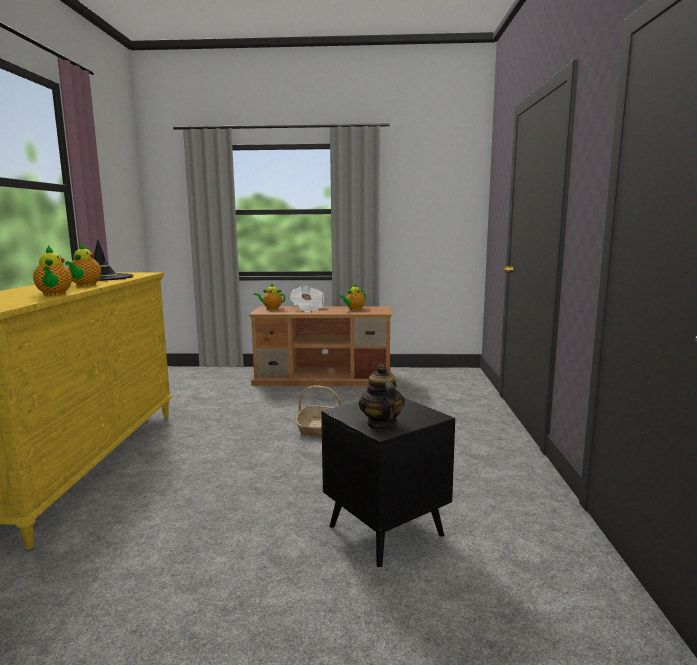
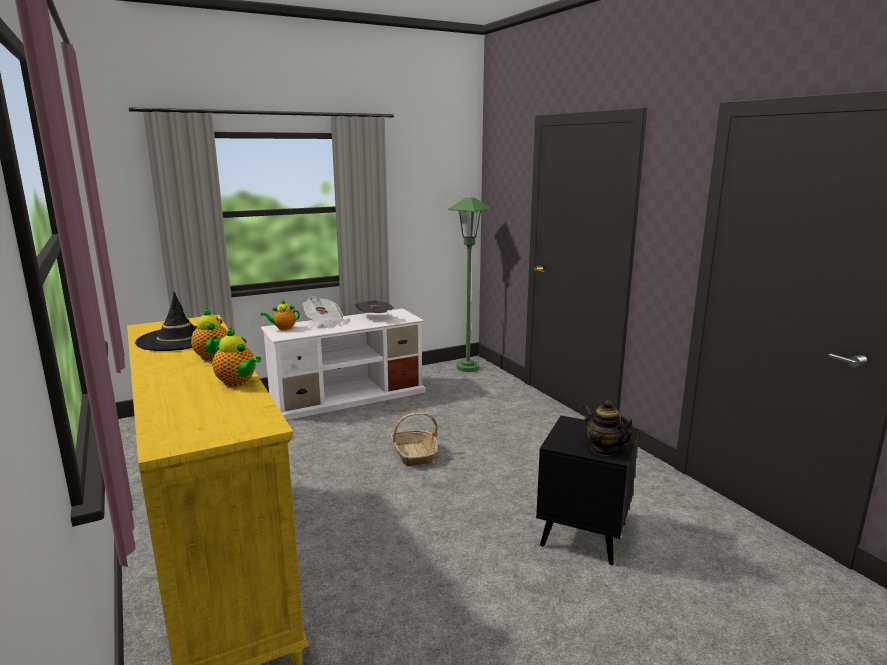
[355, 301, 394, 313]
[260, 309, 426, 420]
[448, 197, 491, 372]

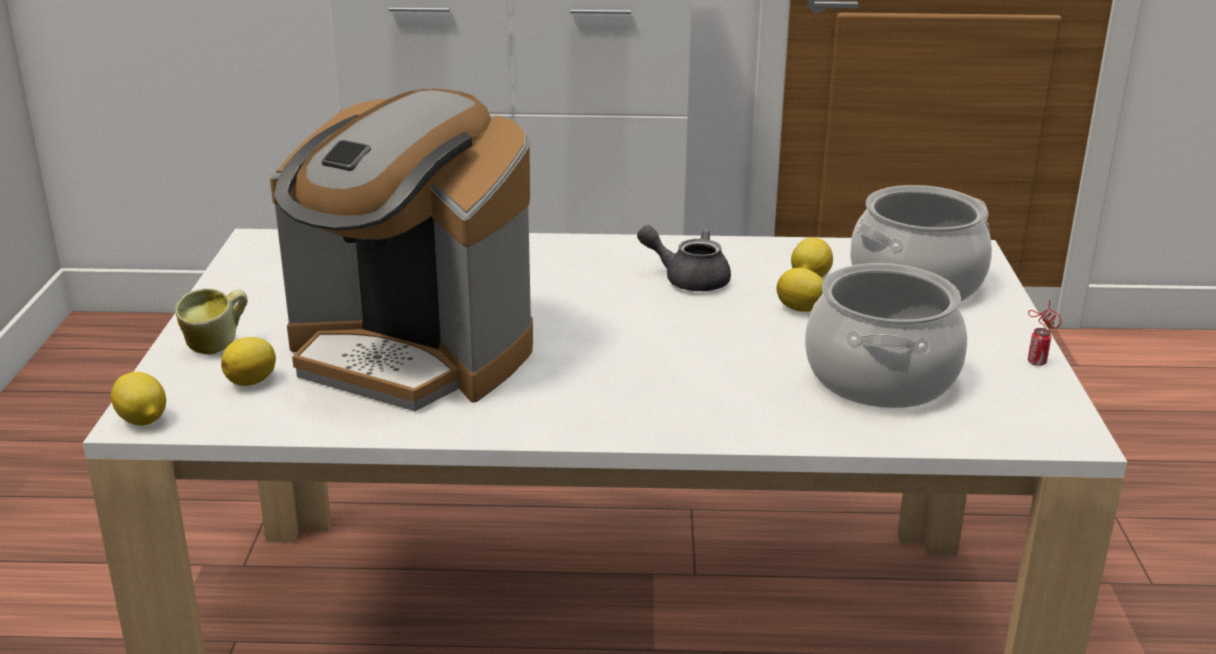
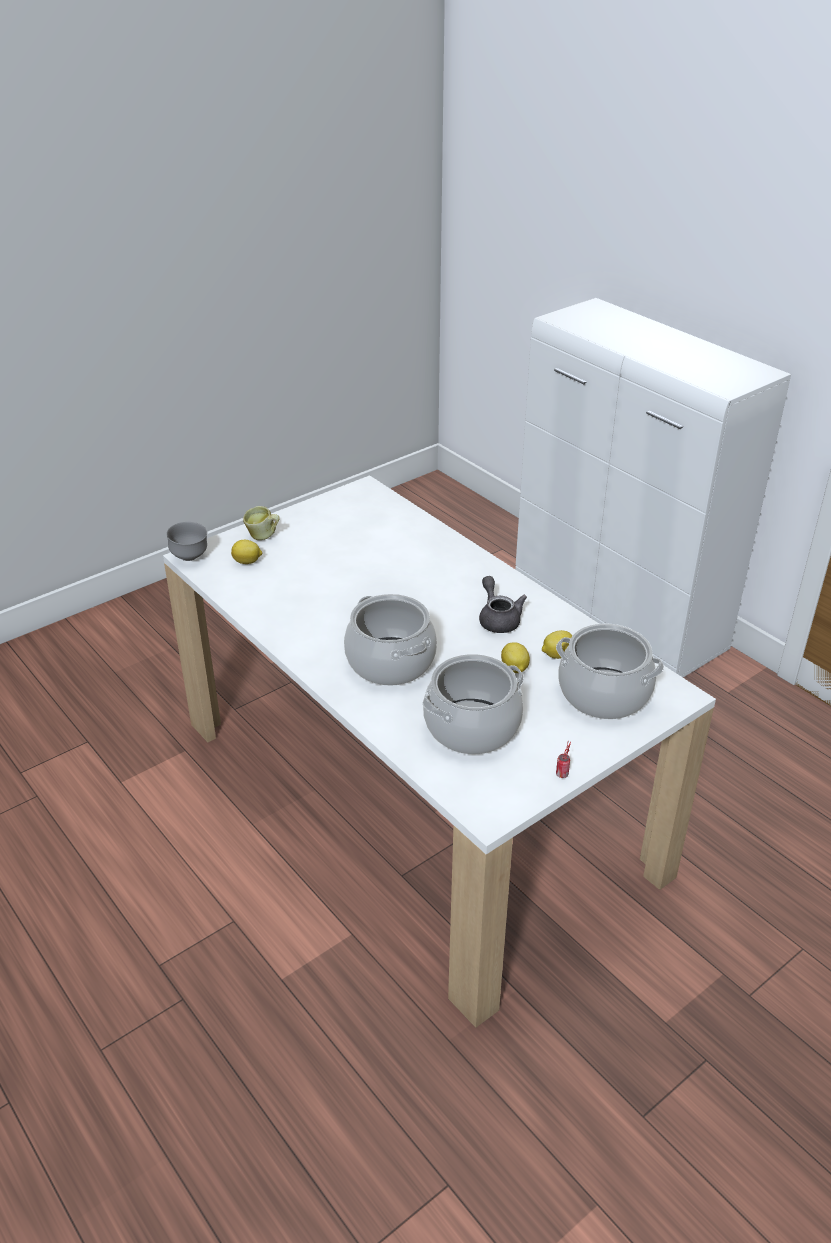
[270, 89, 533, 411] (first image)
[166, 522, 207, 561]
[344, 594, 437, 686]

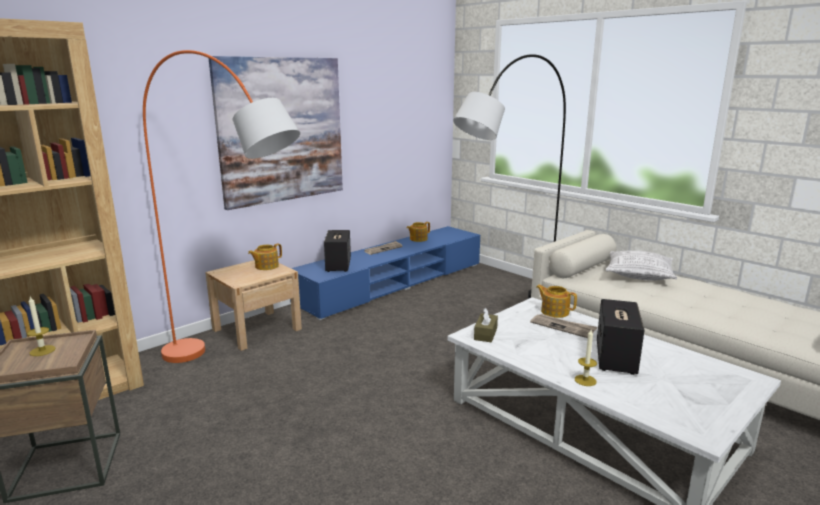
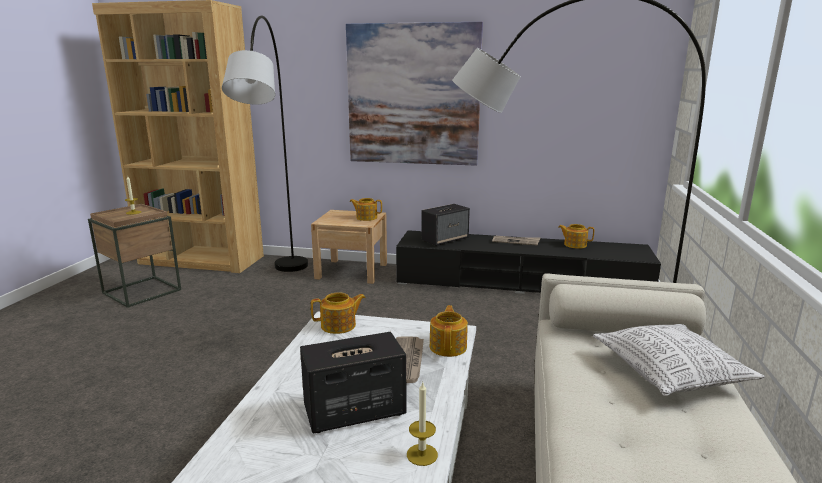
[222, 16, 308, 272]
[396, 230, 661, 294]
[311, 293, 366, 334]
[407, 382, 438, 466]

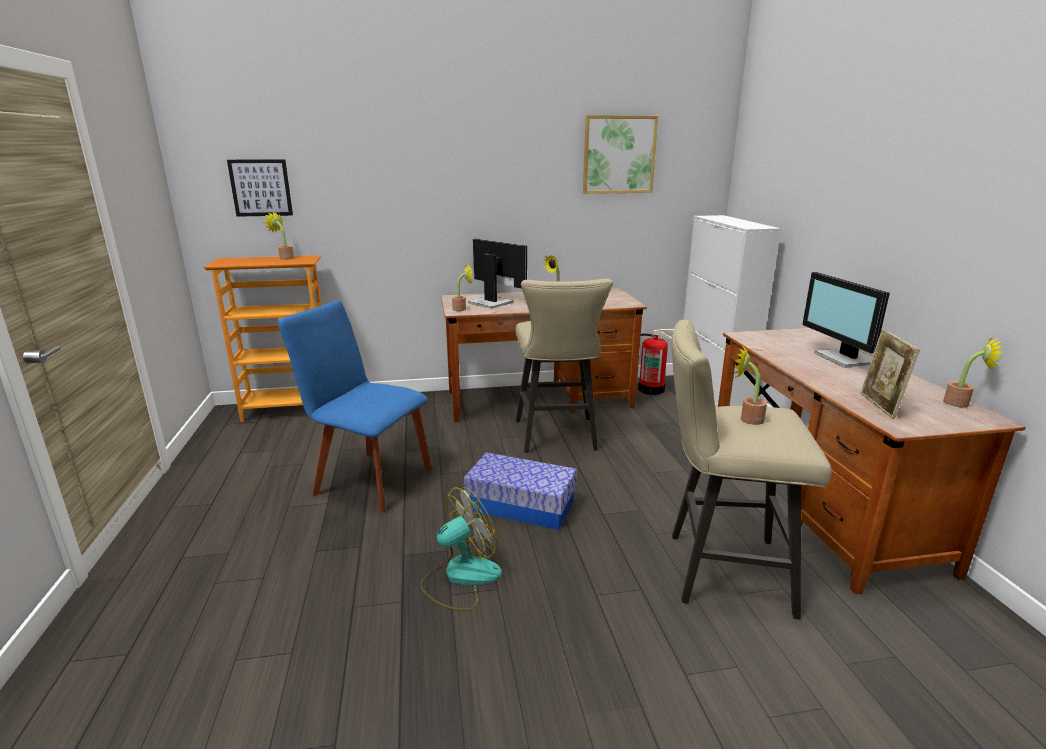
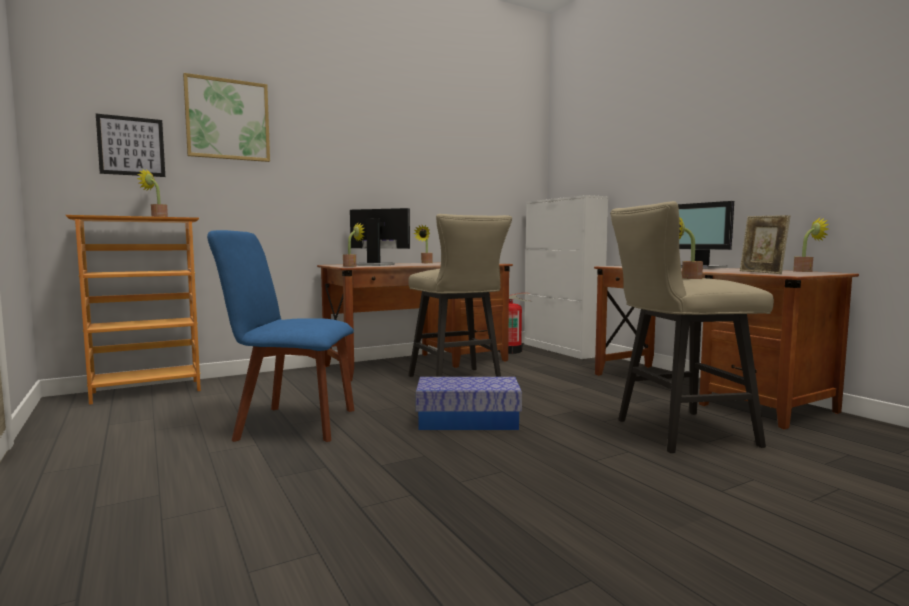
[183, 73, 270, 162]
[420, 487, 502, 611] (first image)

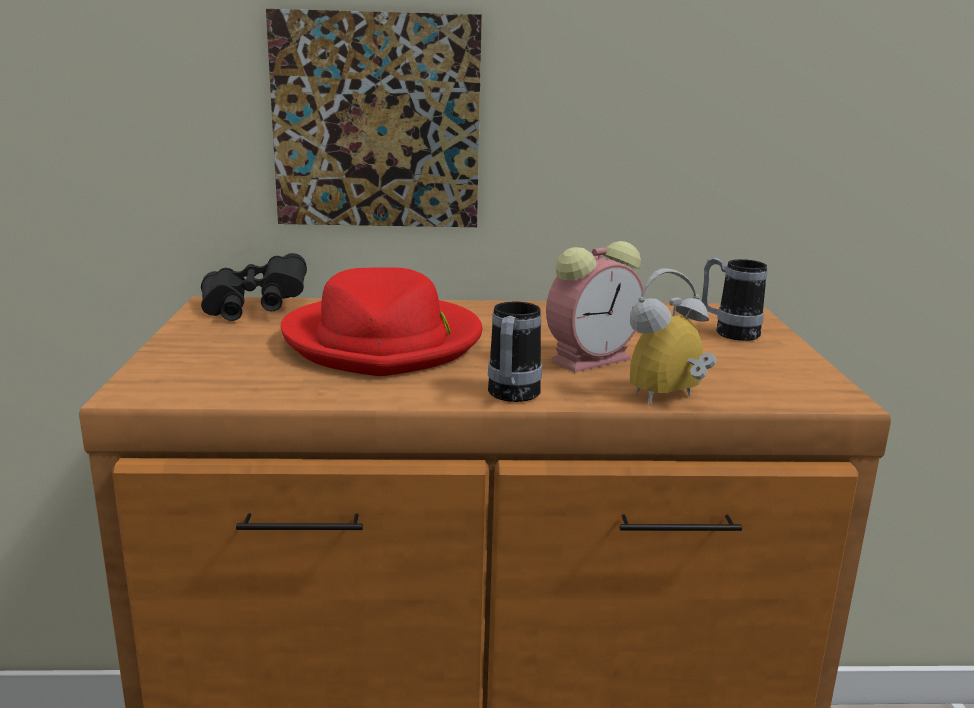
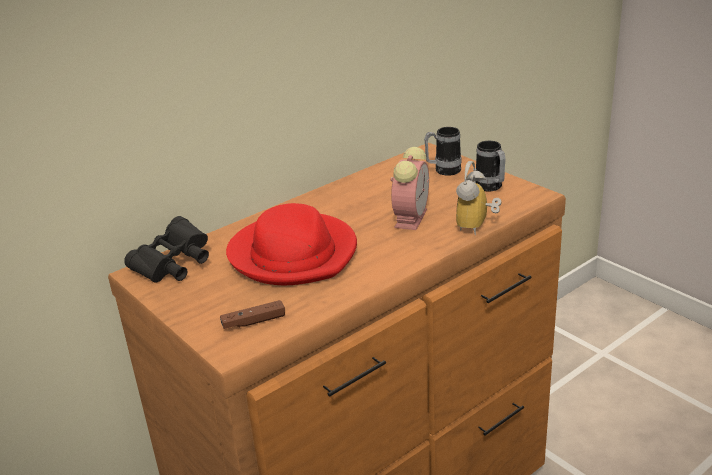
[266, 9, 482, 227] (first image)
[476, 141, 506, 192]
[220, 300, 285, 329]

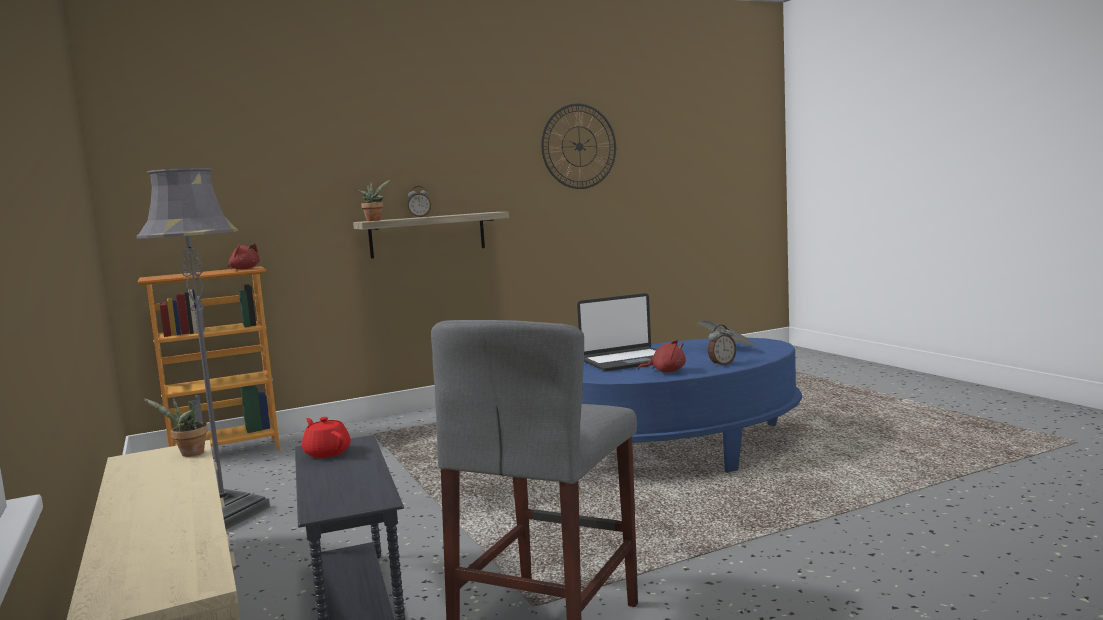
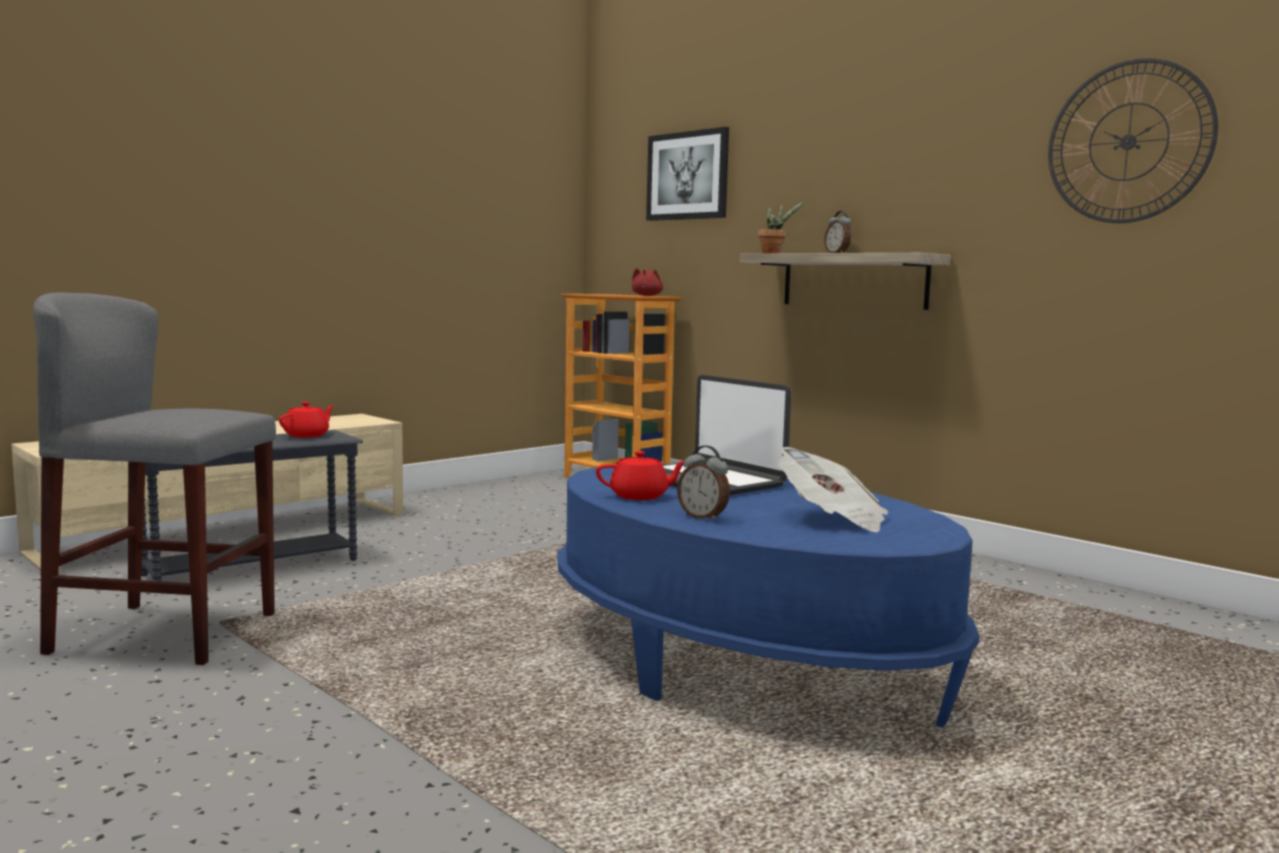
[137, 168, 270, 530] (first image)
[596, 451, 684, 500]
[143, 396, 208, 457] (first image)
[646, 127, 729, 221]

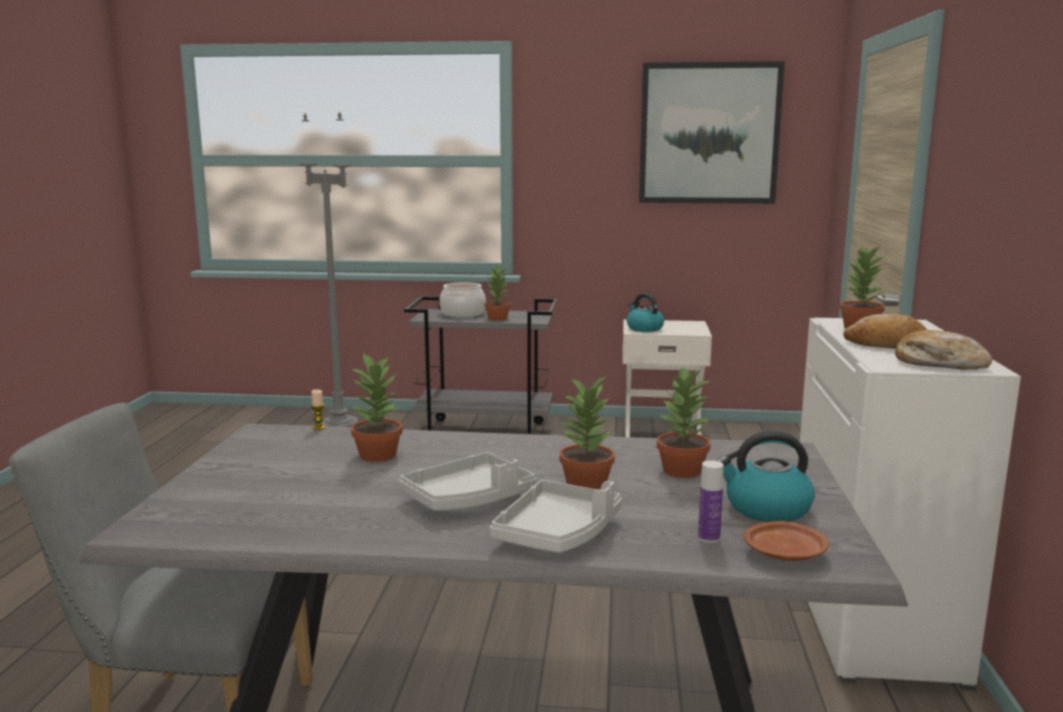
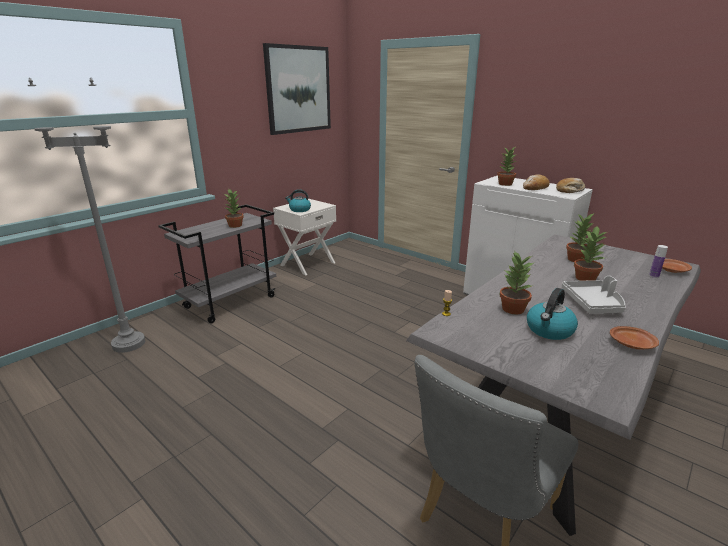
[439, 282, 486, 317] (first image)
[527, 288, 578, 340]
[490, 480, 622, 553] (first image)
[610, 326, 659, 350]

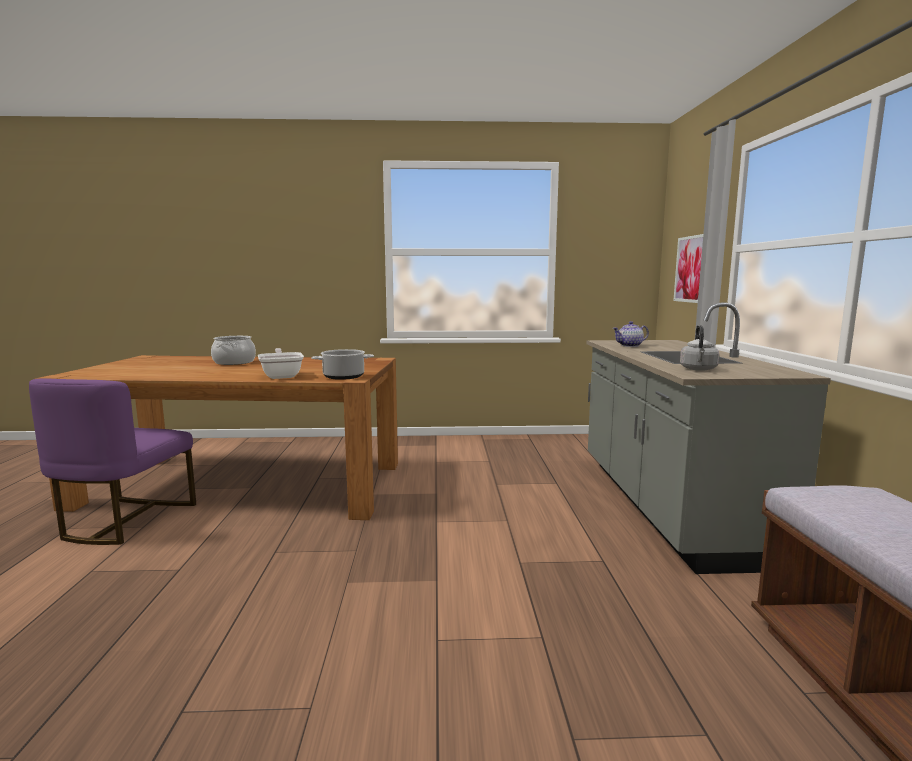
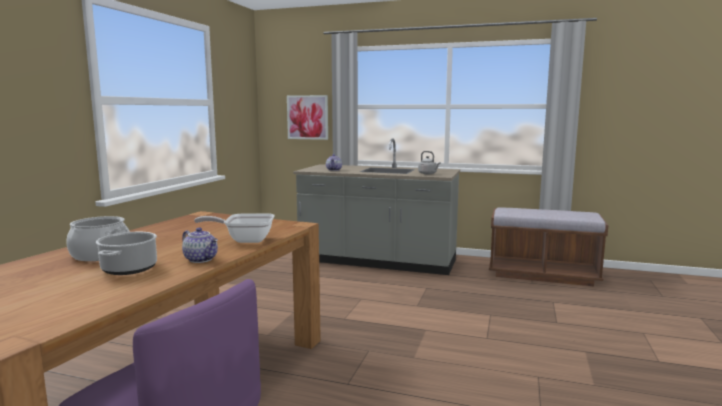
[96, 232, 157, 275]
[182, 227, 218, 263]

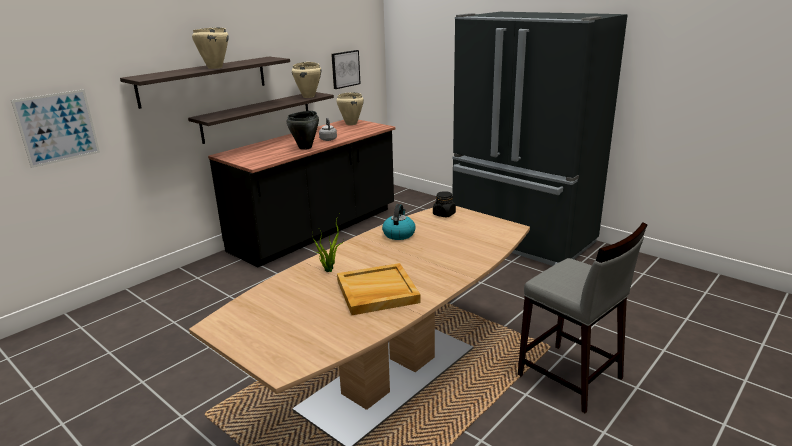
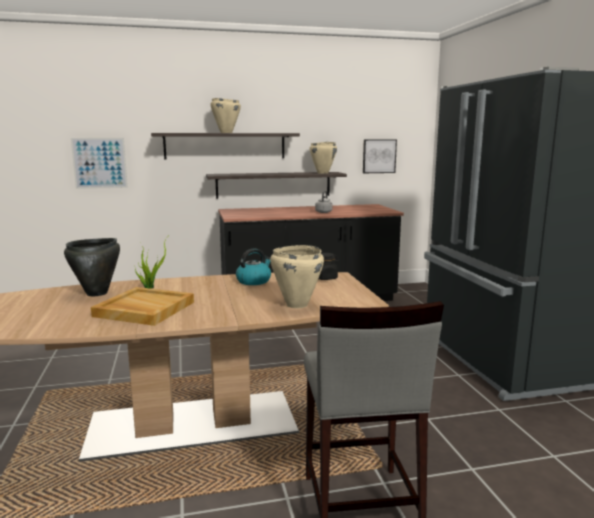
[270, 245, 324, 308]
[64, 238, 120, 296]

